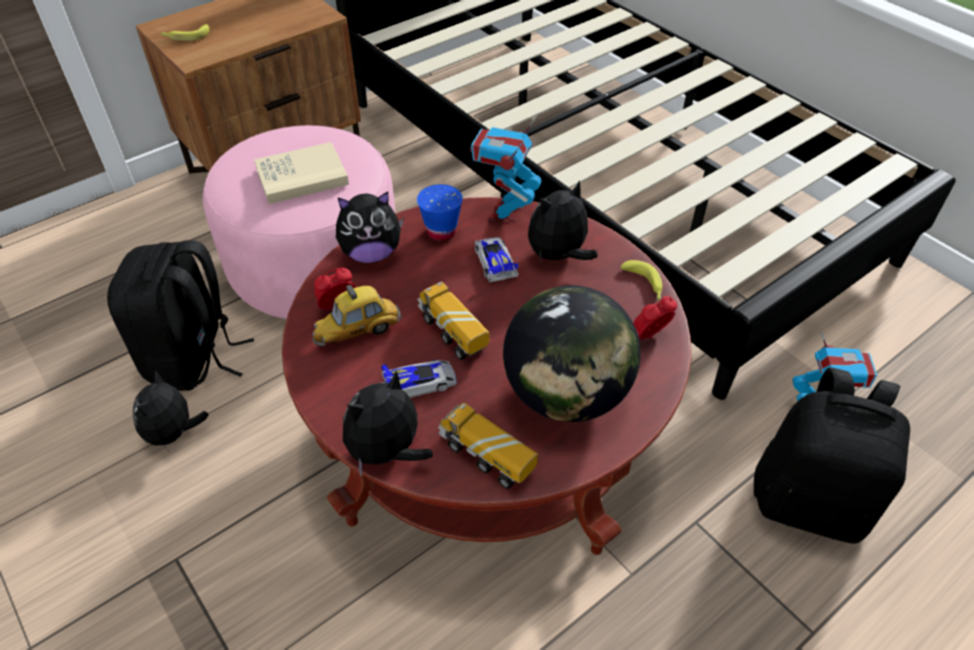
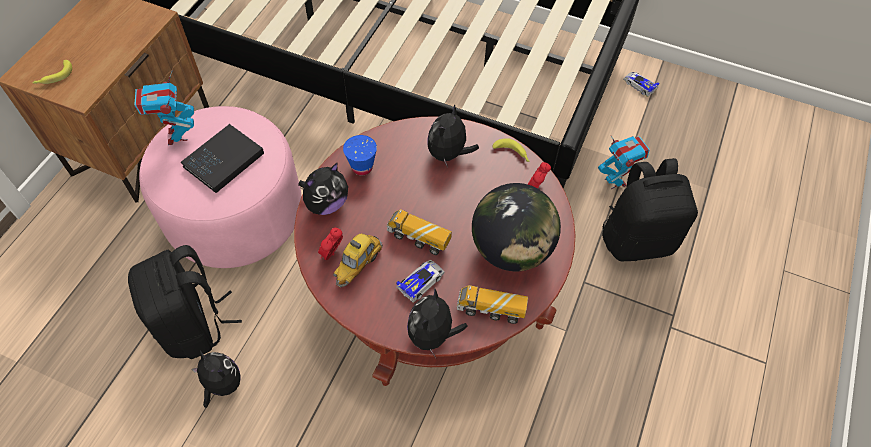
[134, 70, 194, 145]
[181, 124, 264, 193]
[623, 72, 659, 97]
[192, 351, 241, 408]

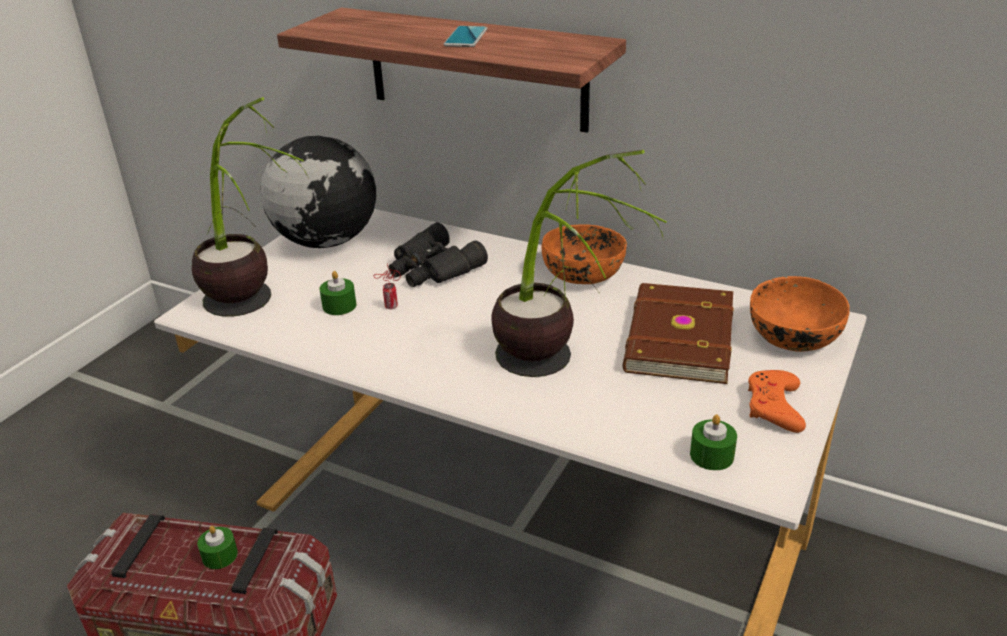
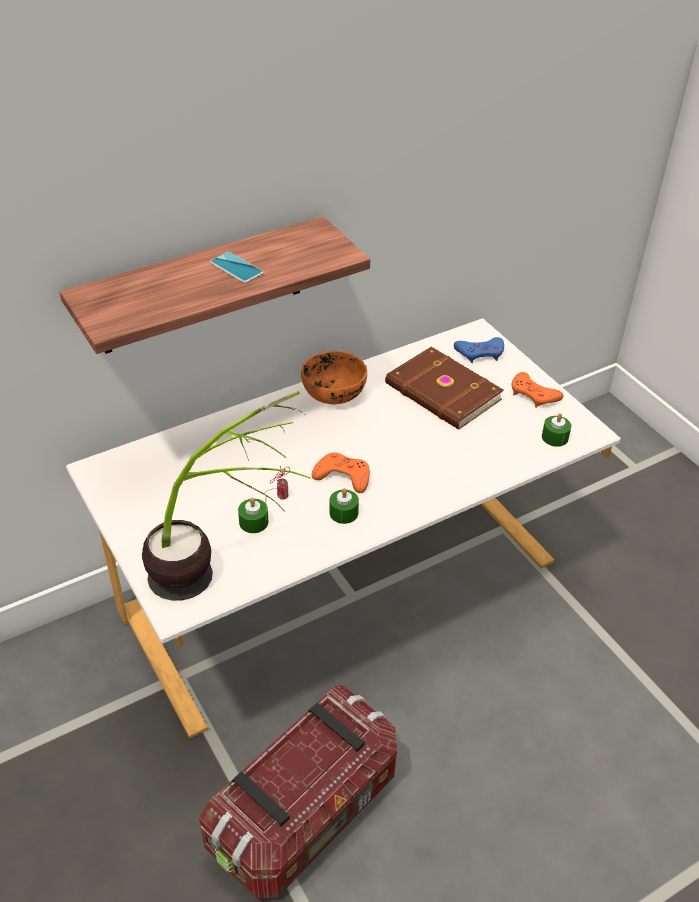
[260, 135, 376, 248] (first image)
[491, 150, 667, 377] (first image)
[389, 222, 488, 287] (first image)
[454, 337, 504, 363]
[330, 488, 359, 524]
[312, 452, 370, 493]

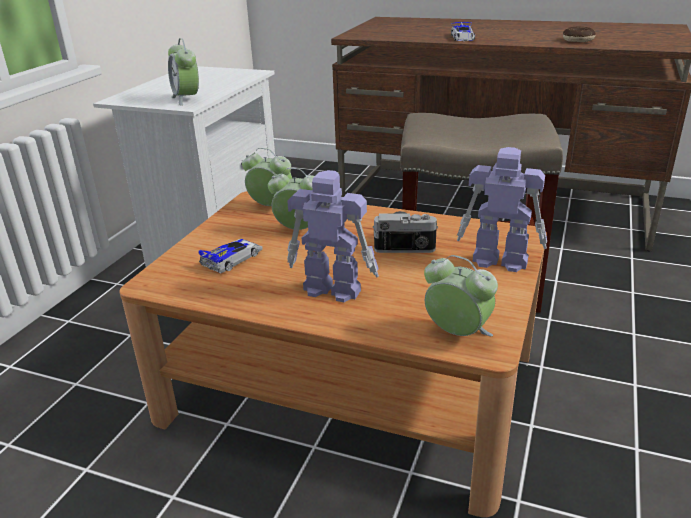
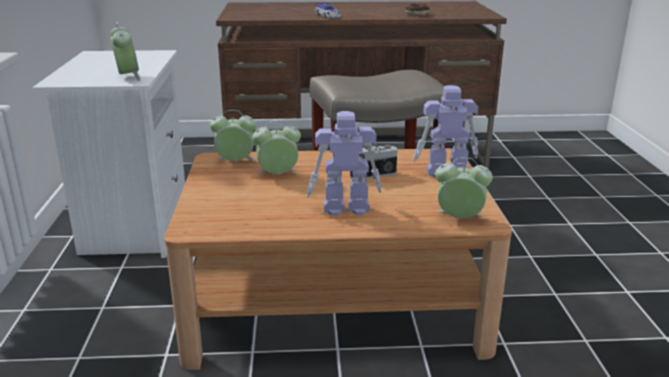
[110, 22, 141, 81]
[199, 239, 262, 273] (first image)

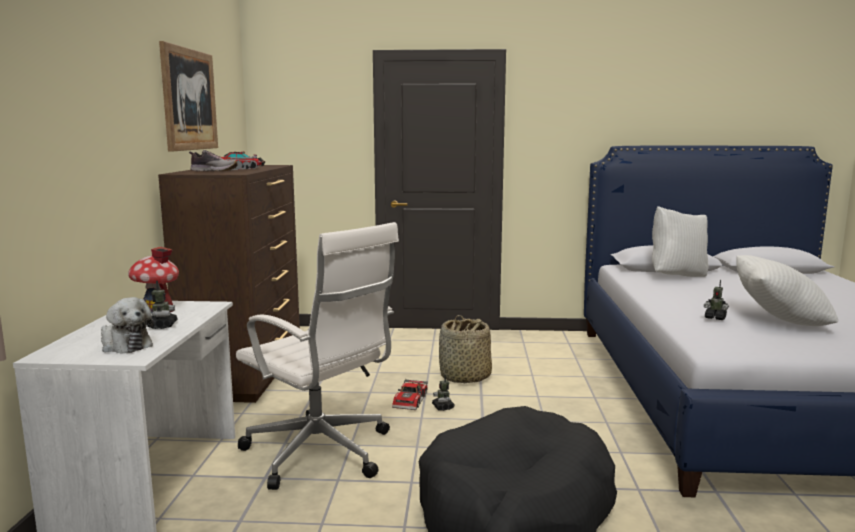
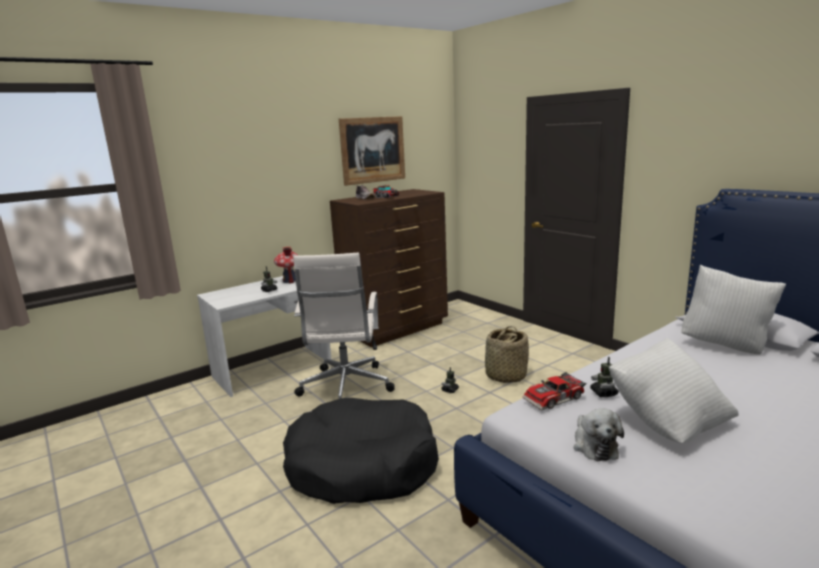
[573, 408, 624, 461]
[522, 372, 586, 411]

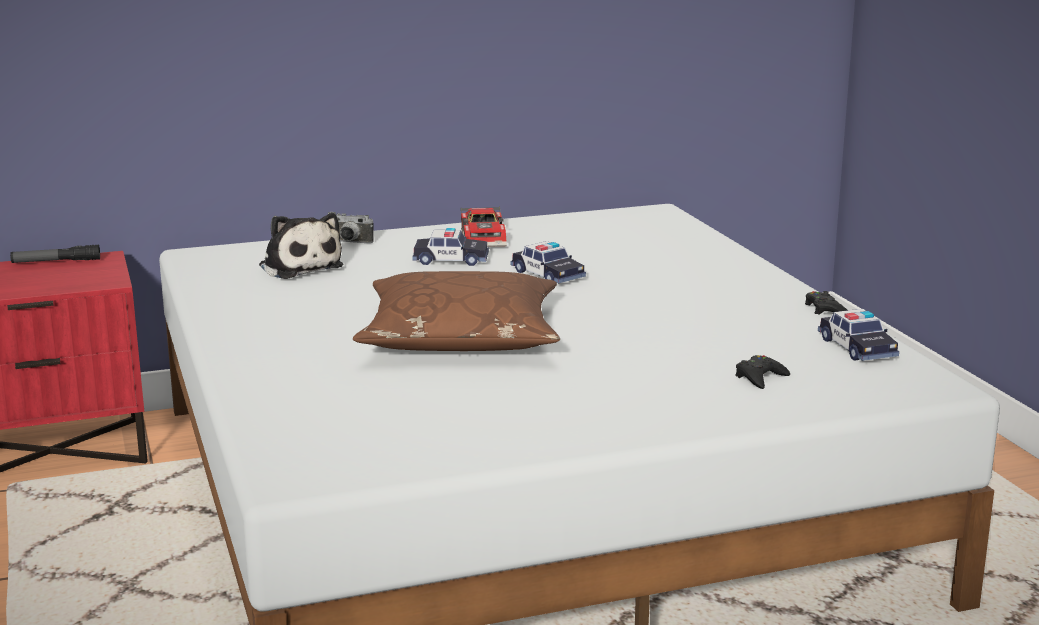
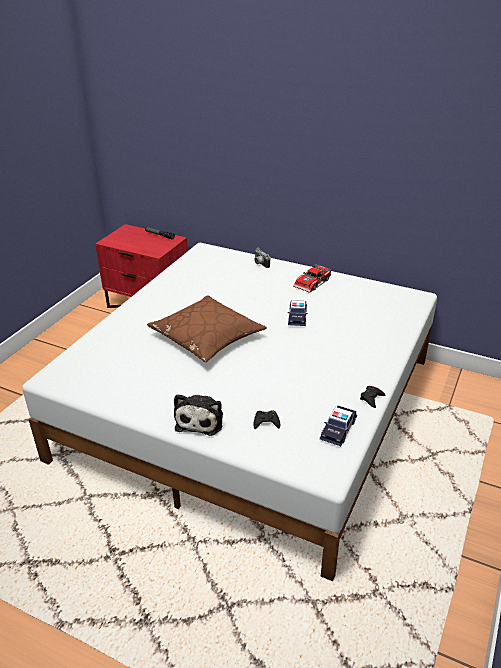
[174, 394, 223, 436]
[412, 228, 489, 266] (first image)

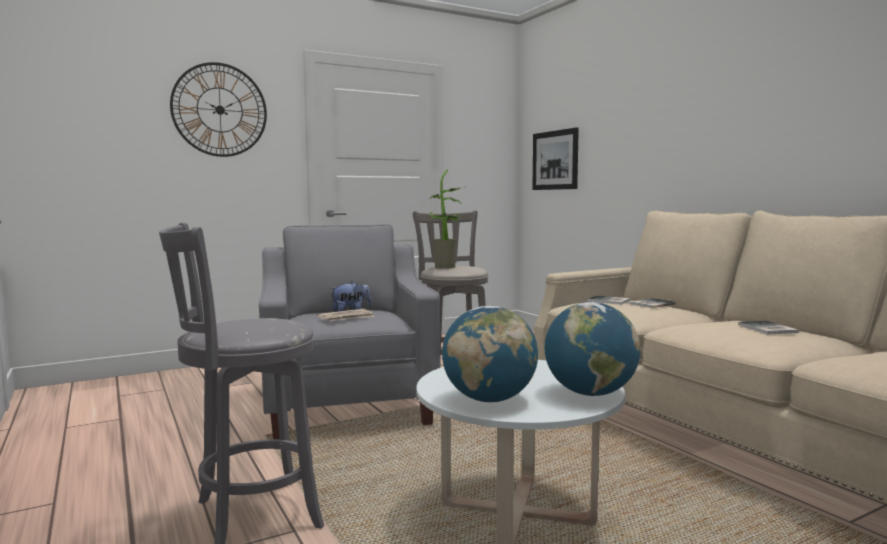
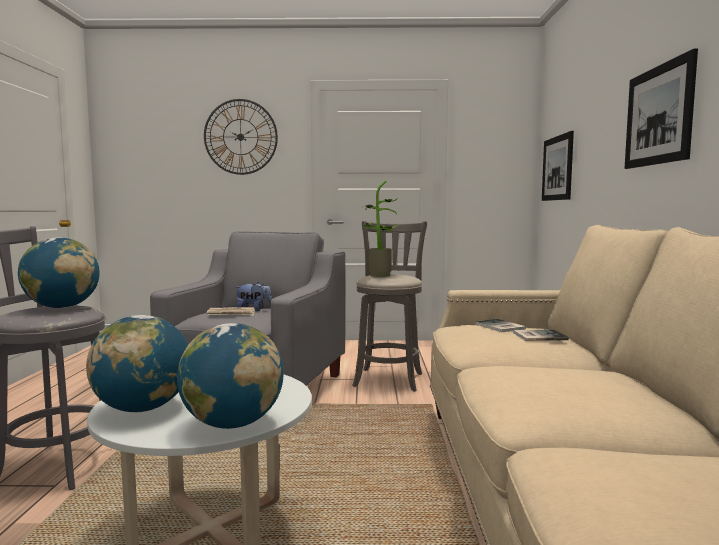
[738, 321, 799, 335] (first image)
[625, 48, 698, 169]
[18, 237, 100, 308]

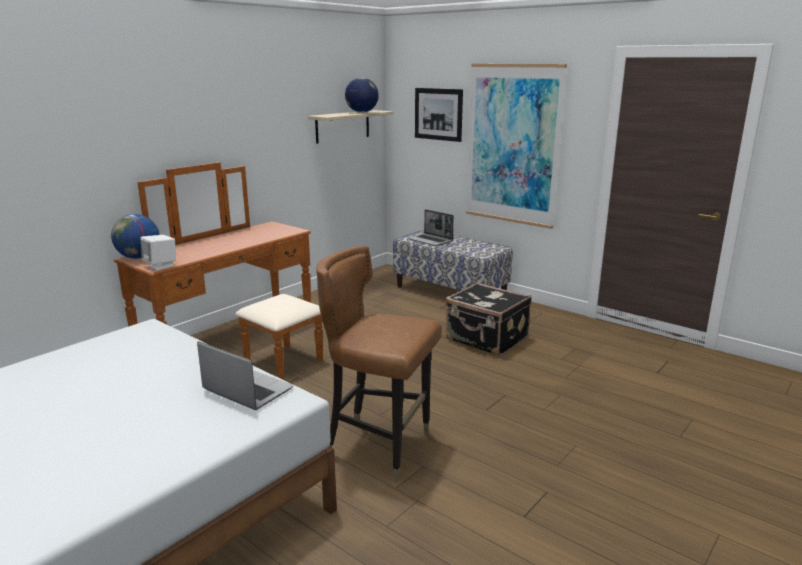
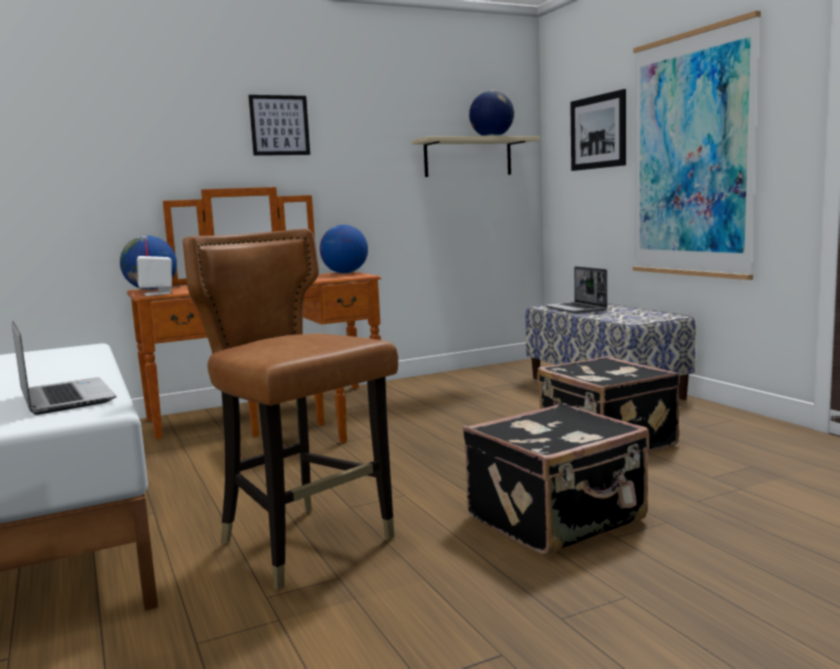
[248, 95, 310, 156]
[320, 225, 368, 273]
[463, 403, 649, 555]

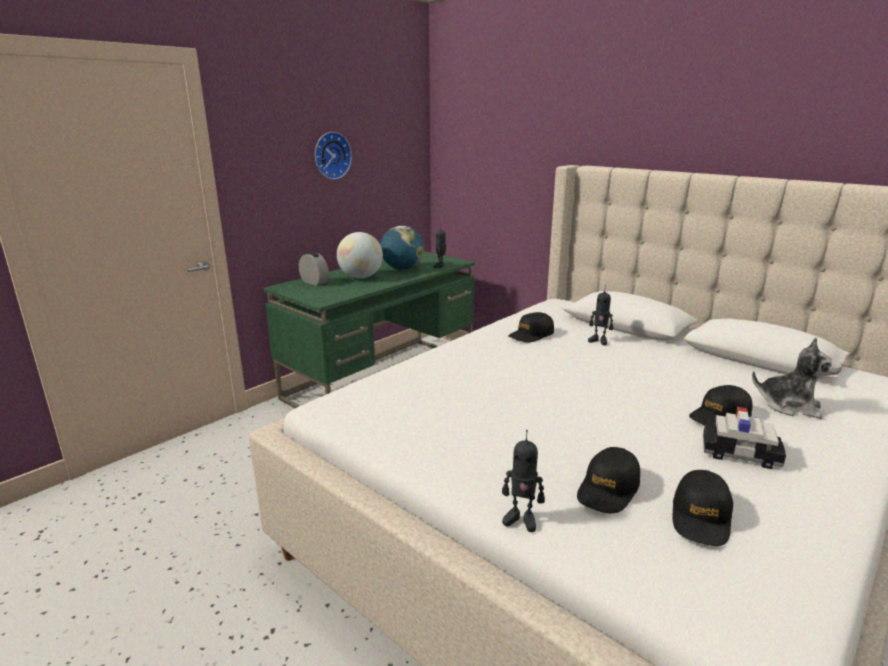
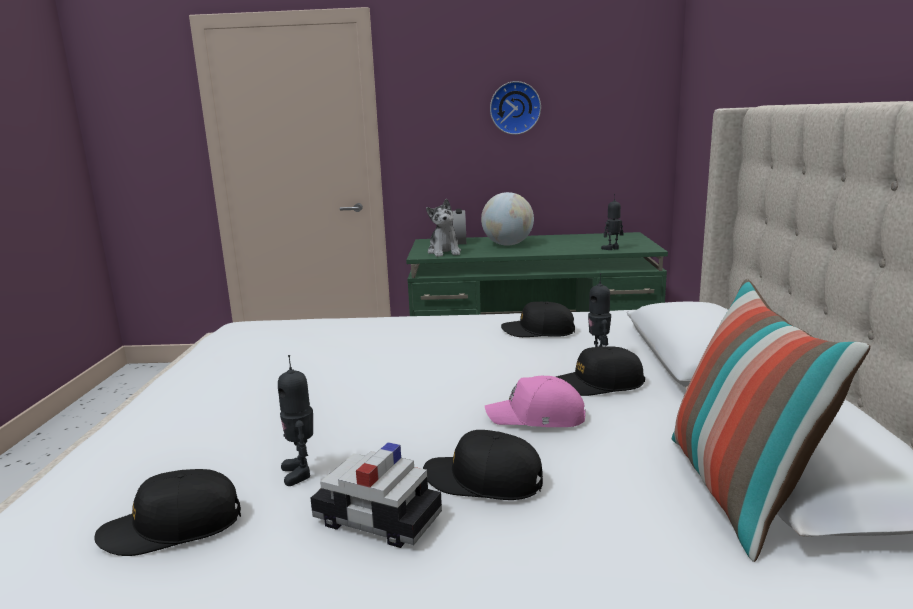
[380, 226, 424, 270] (first image)
[426, 199, 461, 257]
[310, 442, 442, 548]
[278, 355, 313, 486]
[556, 346, 645, 396]
[672, 279, 870, 562]
[485, 376, 586, 427]

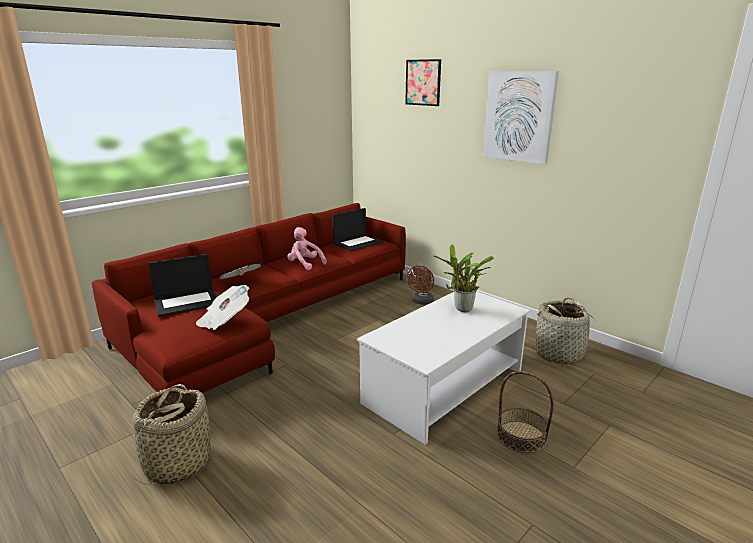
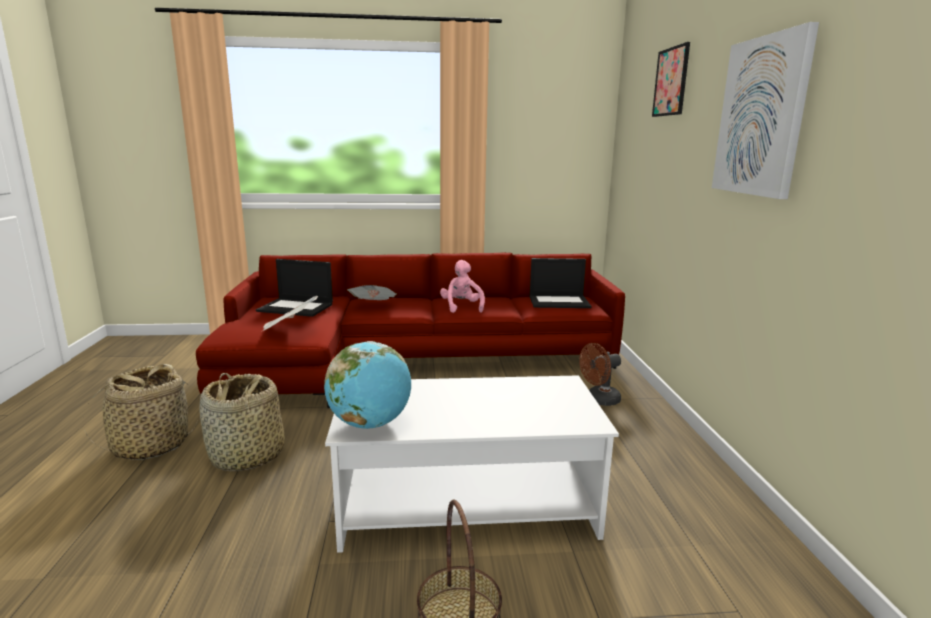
[434, 245, 494, 312] (first image)
[200, 373, 285, 471]
[324, 341, 411, 429]

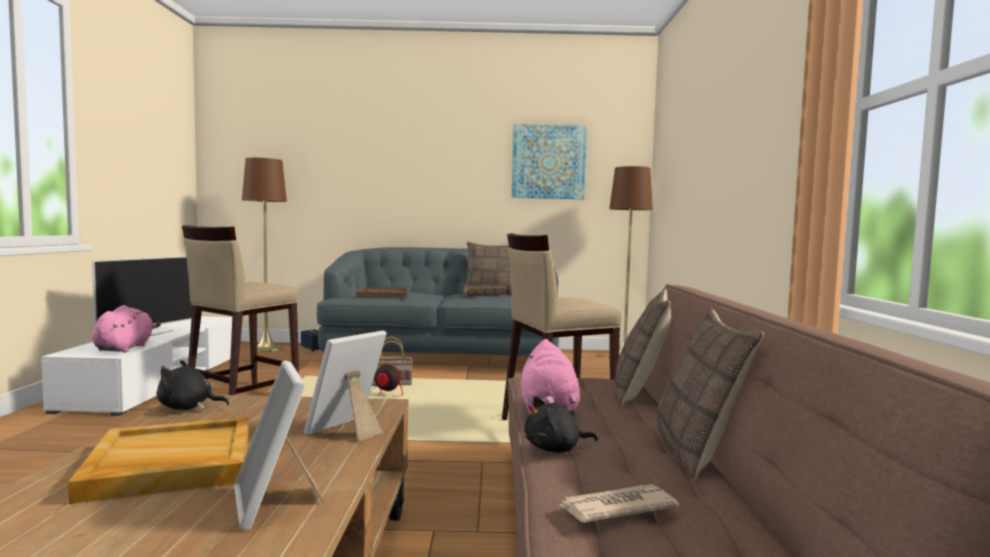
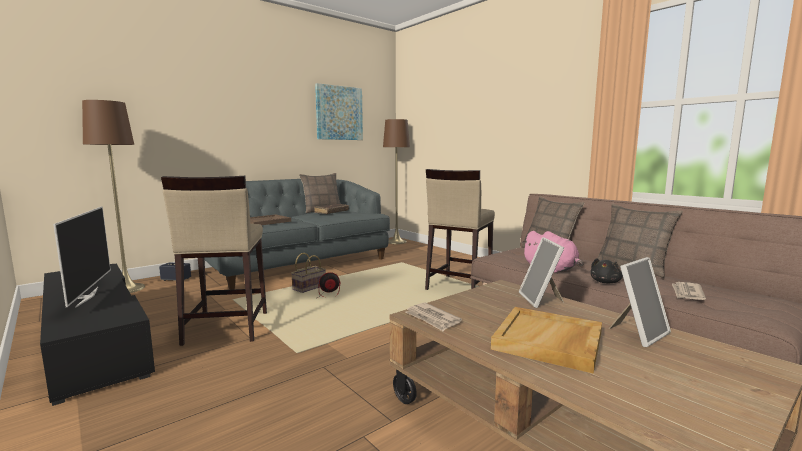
[92, 305, 161, 352] (first image)
[40, 263, 155, 406]
[406, 303, 462, 331]
[609, 257, 671, 347]

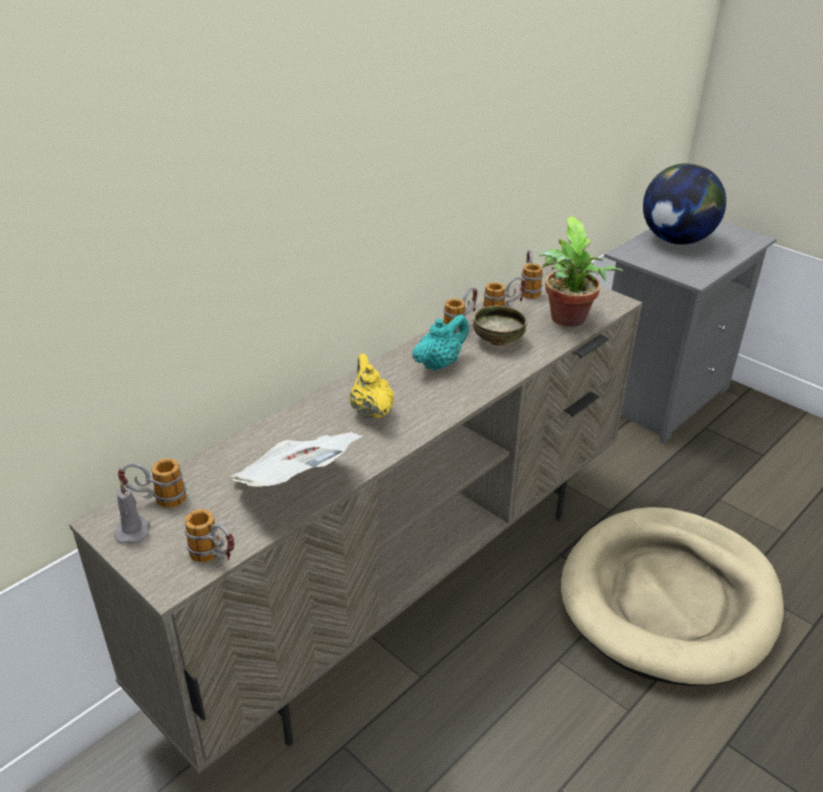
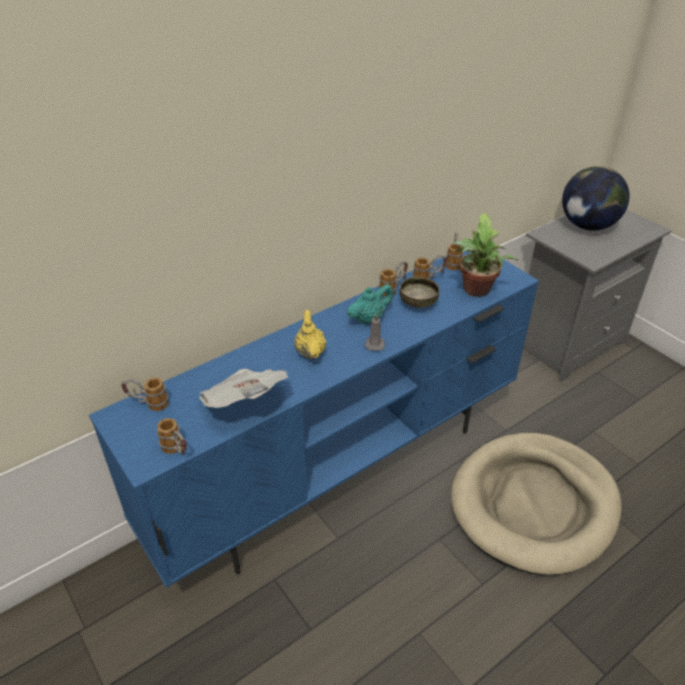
[89, 251, 539, 588]
[365, 313, 385, 351]

